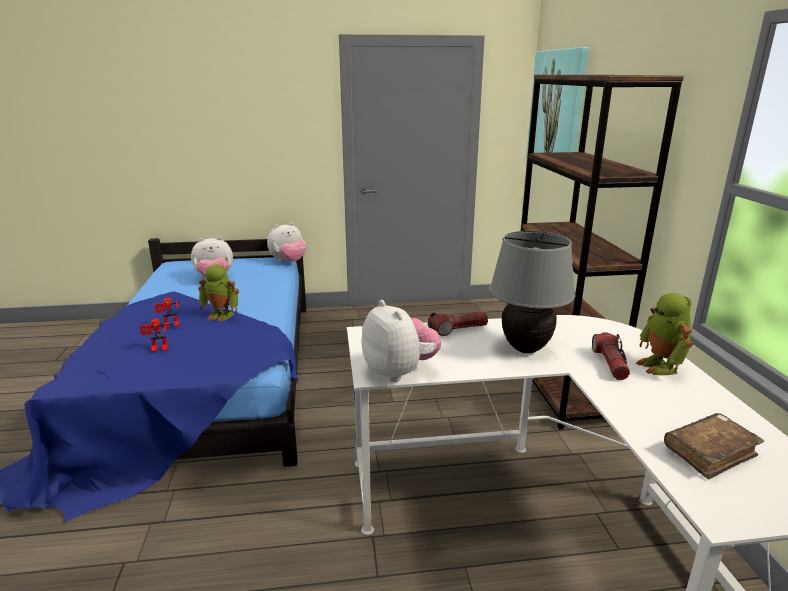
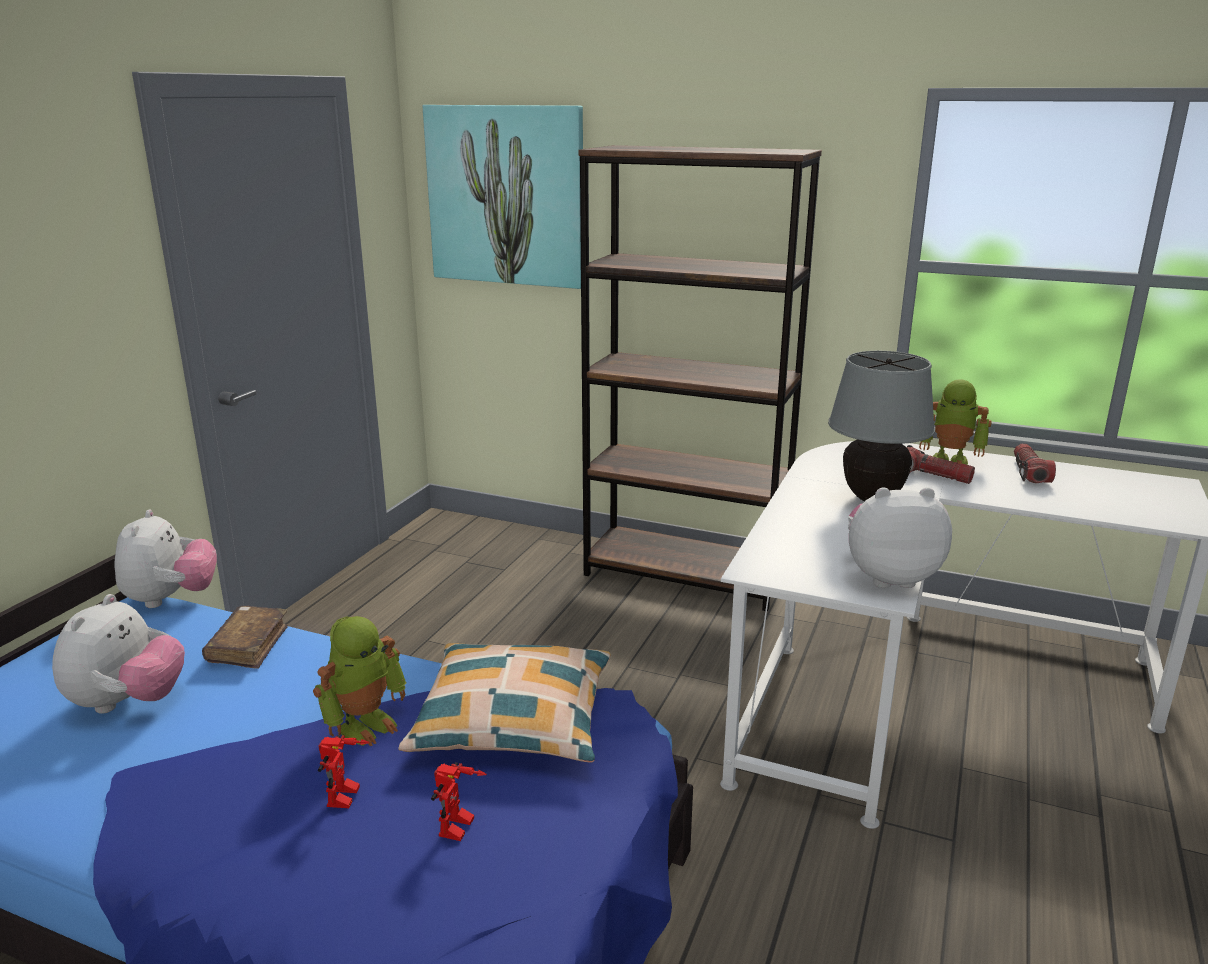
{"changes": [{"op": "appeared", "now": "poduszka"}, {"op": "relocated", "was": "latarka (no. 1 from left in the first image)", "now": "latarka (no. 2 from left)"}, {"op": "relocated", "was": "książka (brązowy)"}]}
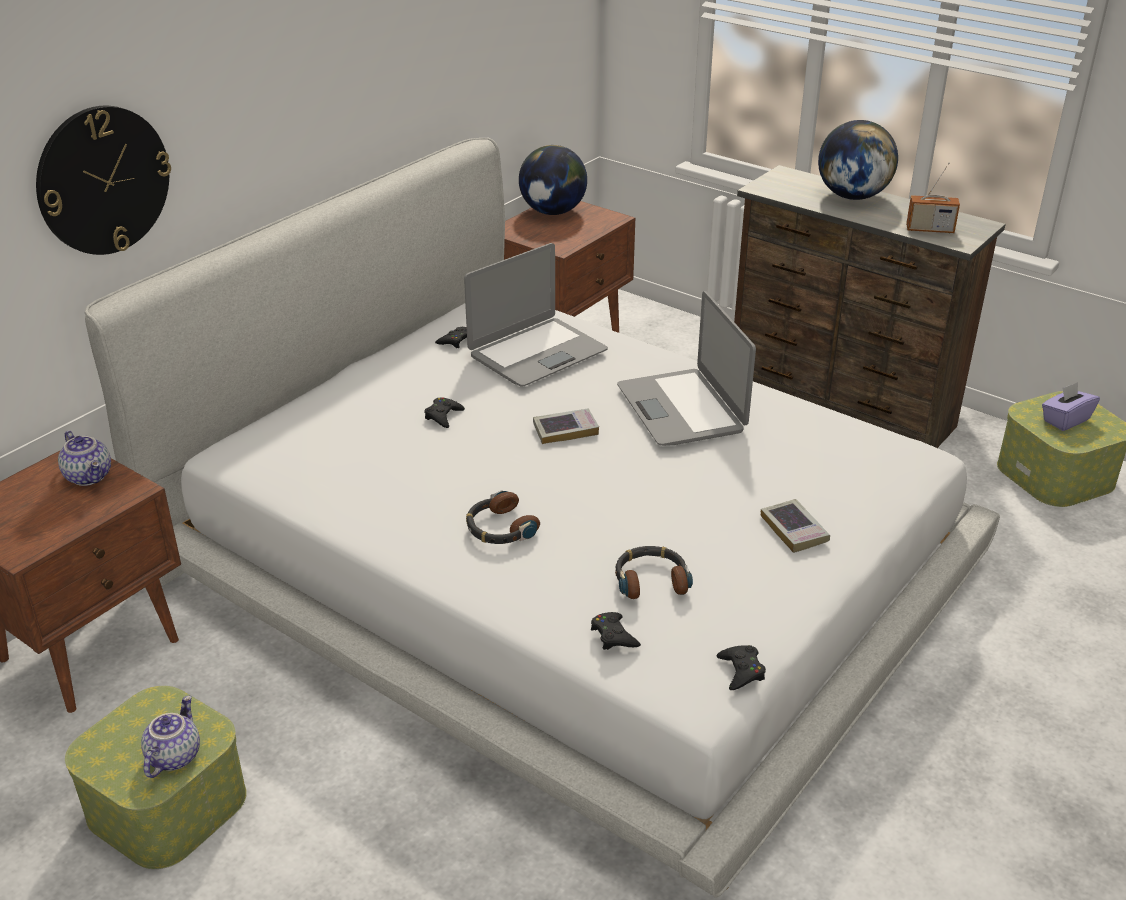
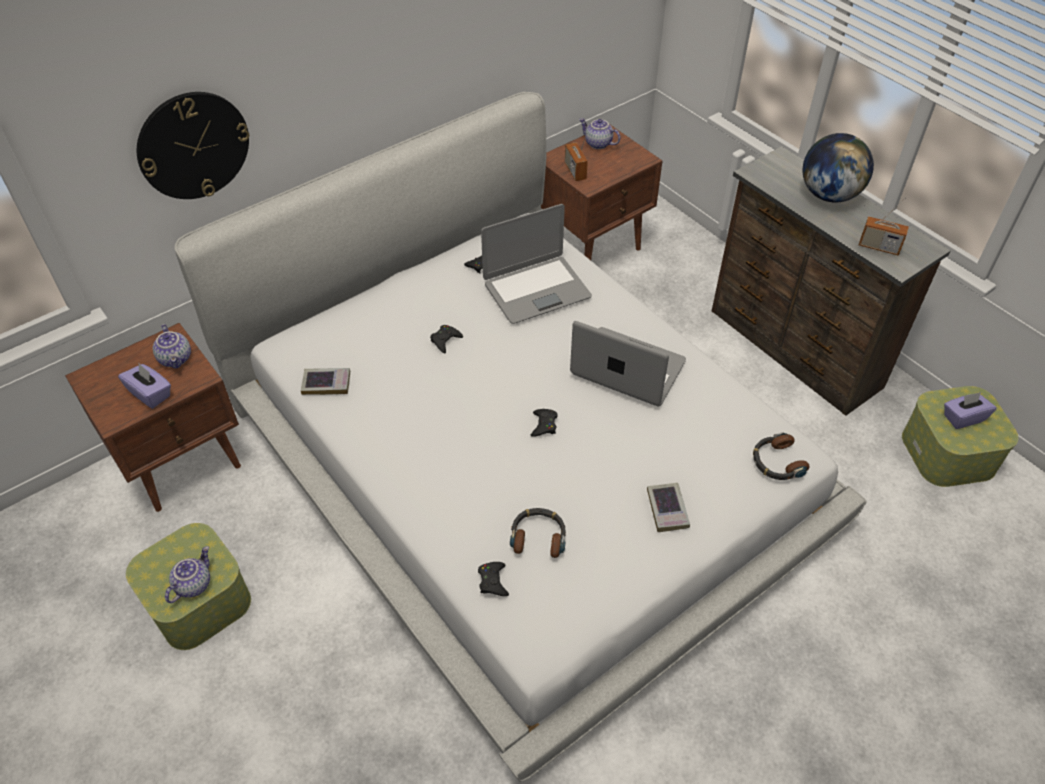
{"changes": [{"op": "appeared", "now": "pudełko chusteczek (fioletowy) (no. 1 from left)"}, {"op": "appeared", "now": "radio (no. 1 from left)"}, {"op": "relocated", "was": "słuchawki (no. 1 from left in the first image)", "now": "słuchawki (no. 2 from left)"}, {"op": "relocated", "was": "książka (no. 1 from left)"}, {"op": "relocated", "was": "pad do gier (czarny) (no. 4 from left)"}, {"op": "exchanged", "was": "globus (no. 1 from left)", "now": "imbryk (no. 3 from left)"}, {"op": "spun", "was": "laptop (no. 2 from left)", "clockwise": 120}]}
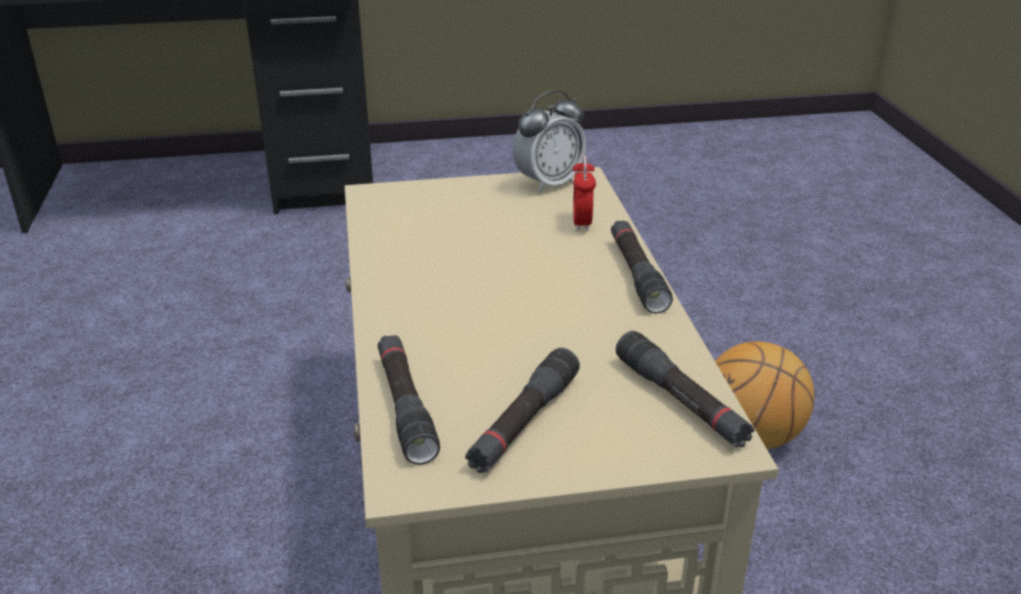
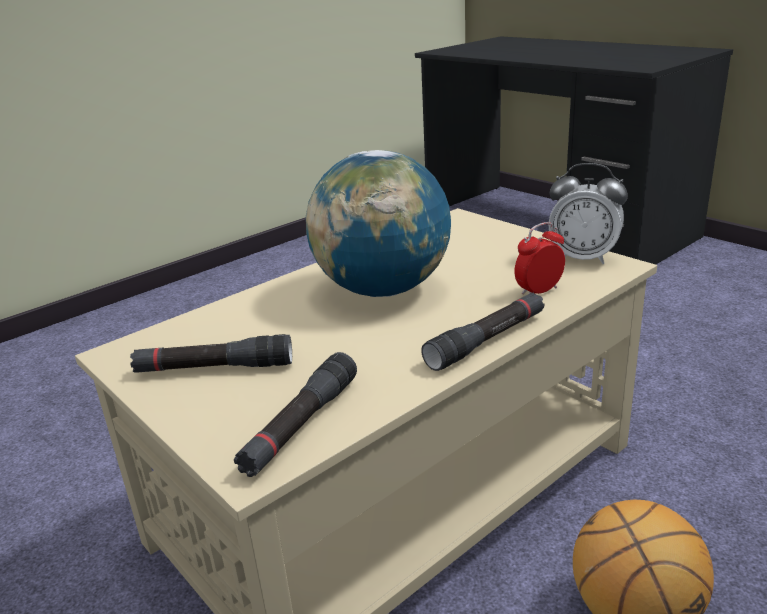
{"changes": [{"op": "missing", "was": "latarka (czarny) (no. 1 from left)"}, {"op": "appeared", "now": "globus"}]}
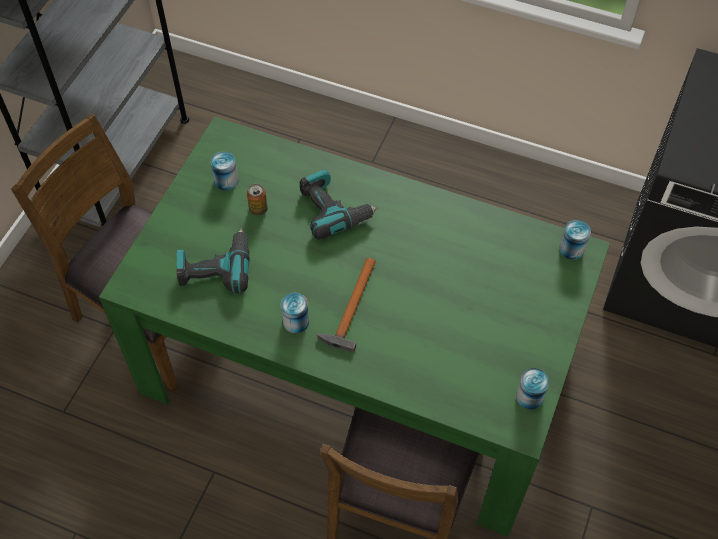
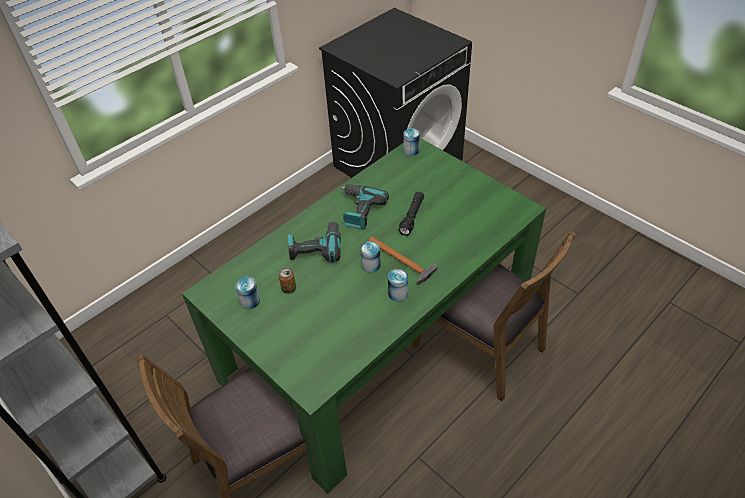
{"changes": [{"op": "appeared", "now": "latarka (czarny)"}, {"op": "relocated", "was": "wiertarka (no. 1 from left in the first image)", "now": "wiertarka (no. 2 from left)"}, {"op": "relocated", "was": "puszka (no. 4 from left in the first image)", "now": "puszka (no. 3 from left)"}]}
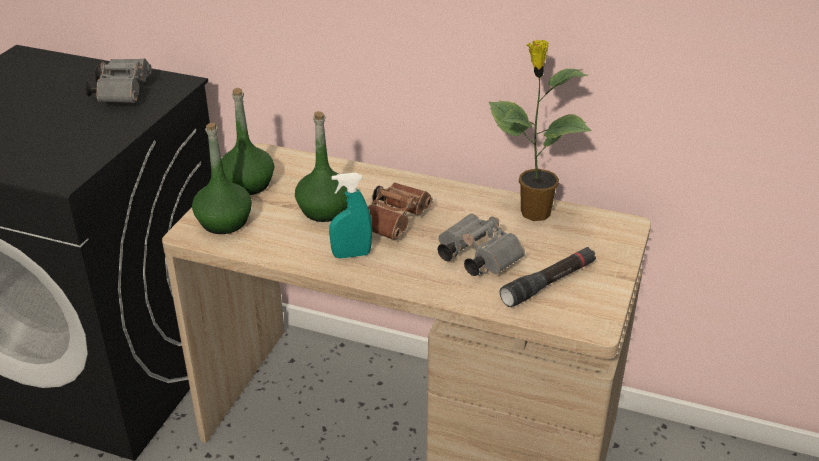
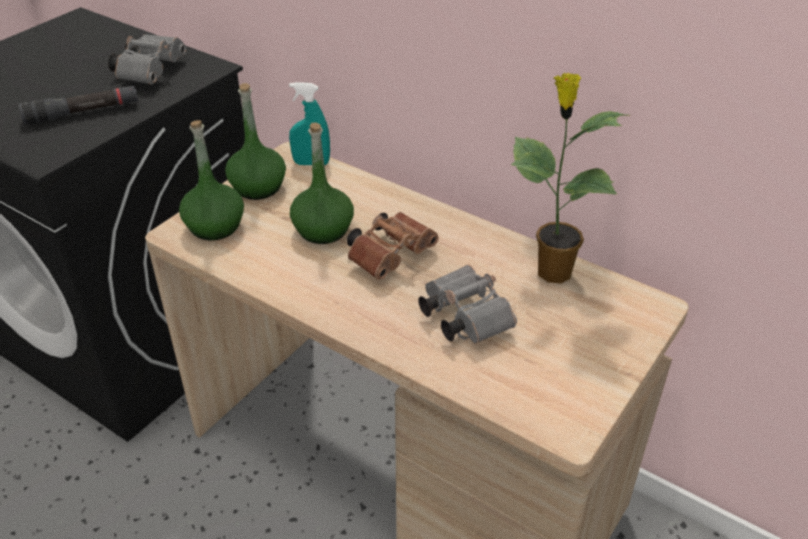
{"changes": [{"op": "relocated", "was": "spryskiwacz (turkusowy)"}, {"op": "relocated", "was": "latarka (czarny)"}]}
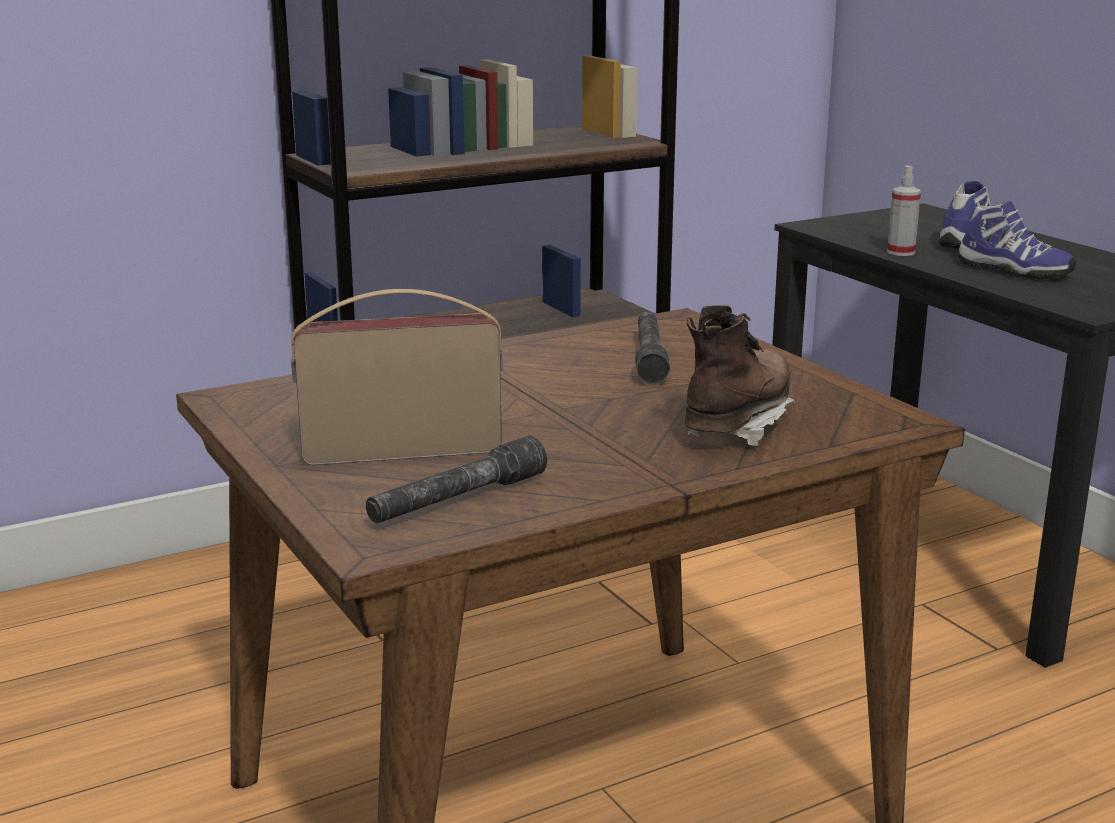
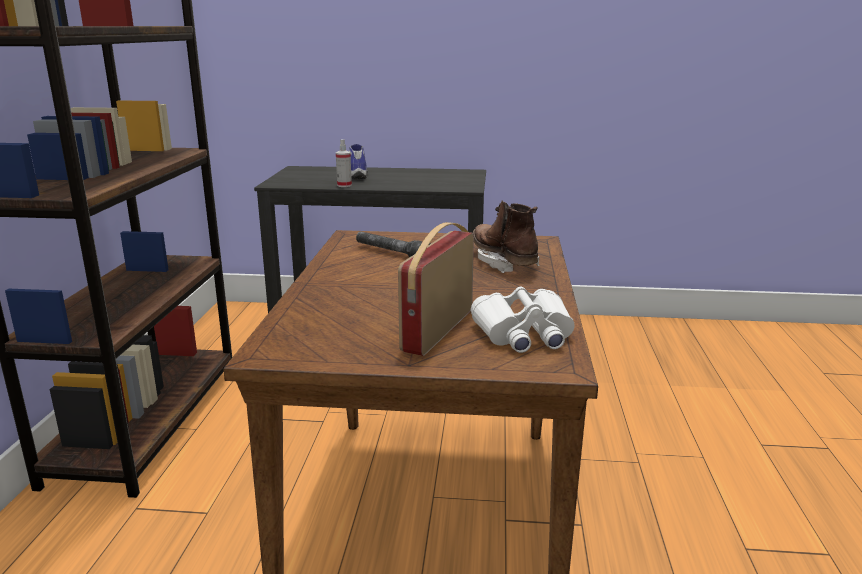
{"changes": [{"op": "missing", "was": "but (no. 2 from left)"}, {"op": "exchanged", "was": "latarka (szary) (no. 1 from left)", "now": "lornetka (biały)"}]}
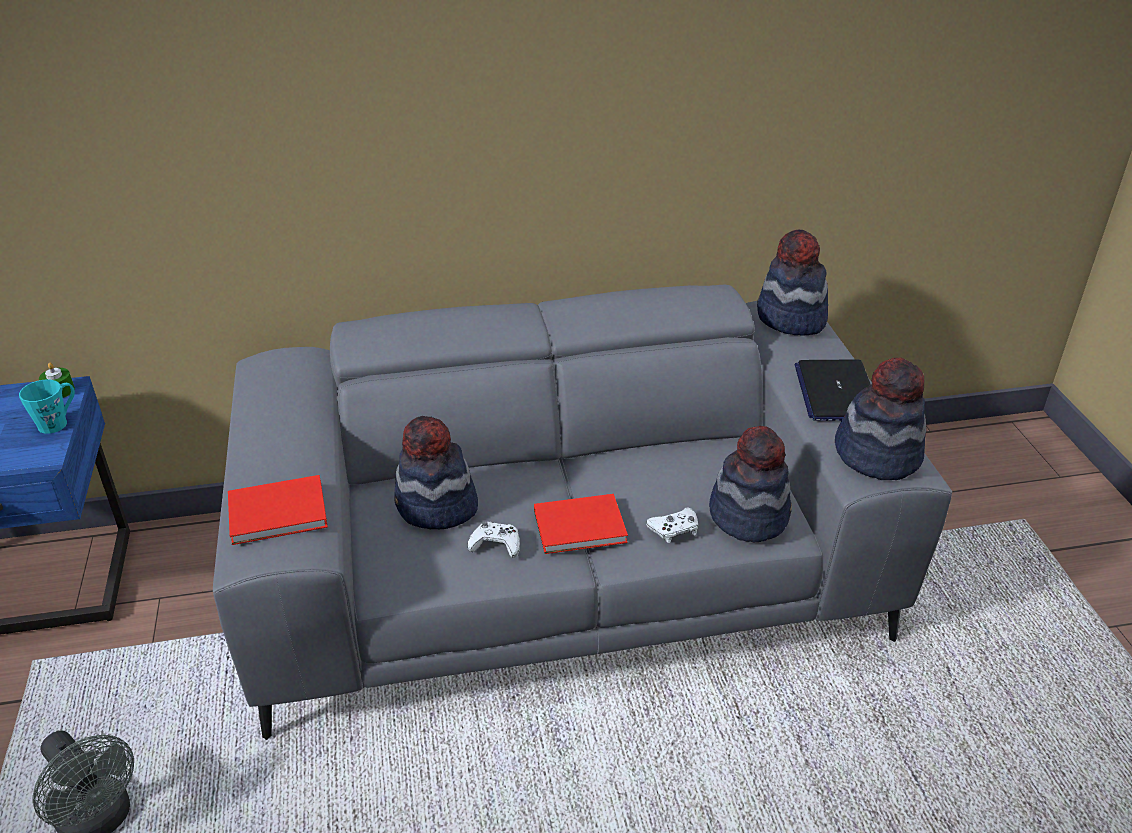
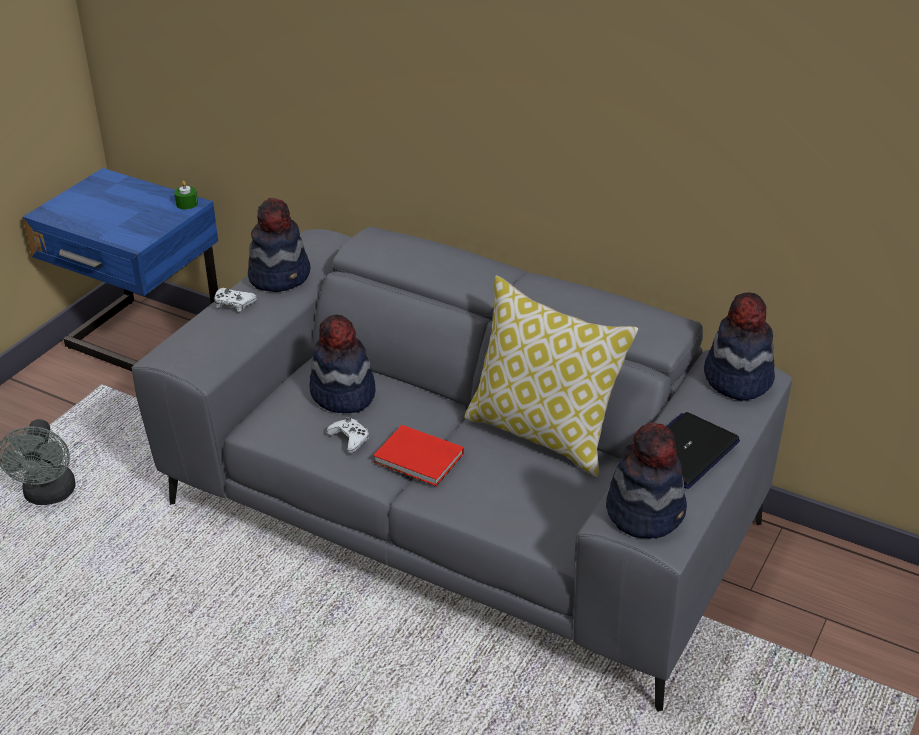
{"changes": [{"op": "missing", "was": "kubek (turkusowy)"}, {"op": "missing", "was": "książka (czerwony) (no. 1 from left)"}, {"op": "appeared", "now": "poduszka"}, {"op": "relocated", "was": "pad do gier (biały) (no. 2 from left in the first image)", "now": "pad do gier (biały) (no. 1 from left)"}, {"op": "relocated", "was": "kapelusz (no. 2 from left in the first image)", "now": "kapelusz (no. 1 from left)"}]}
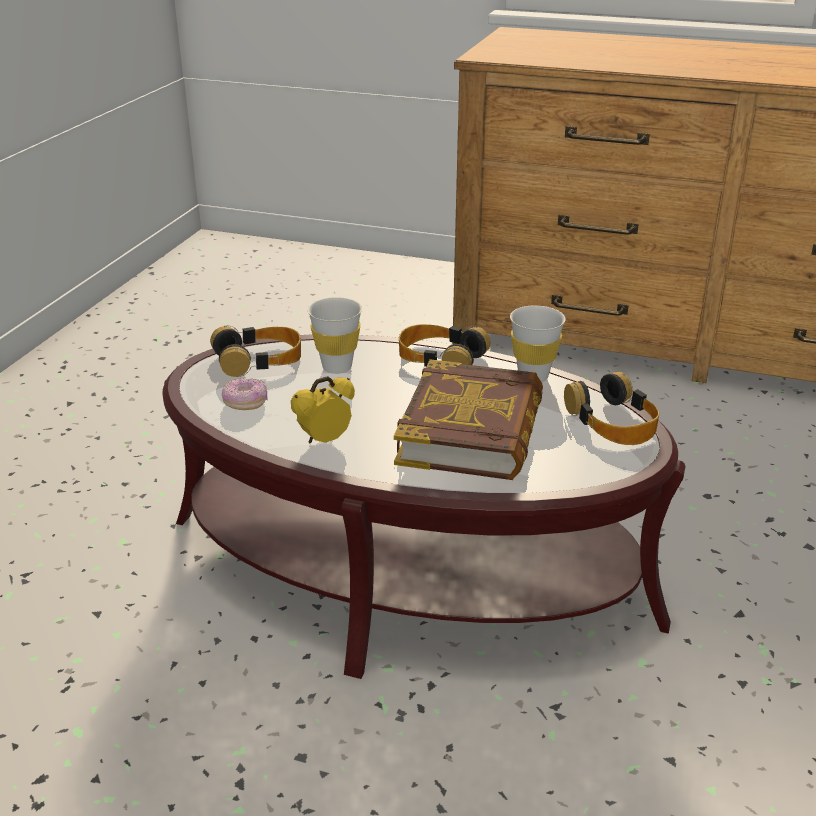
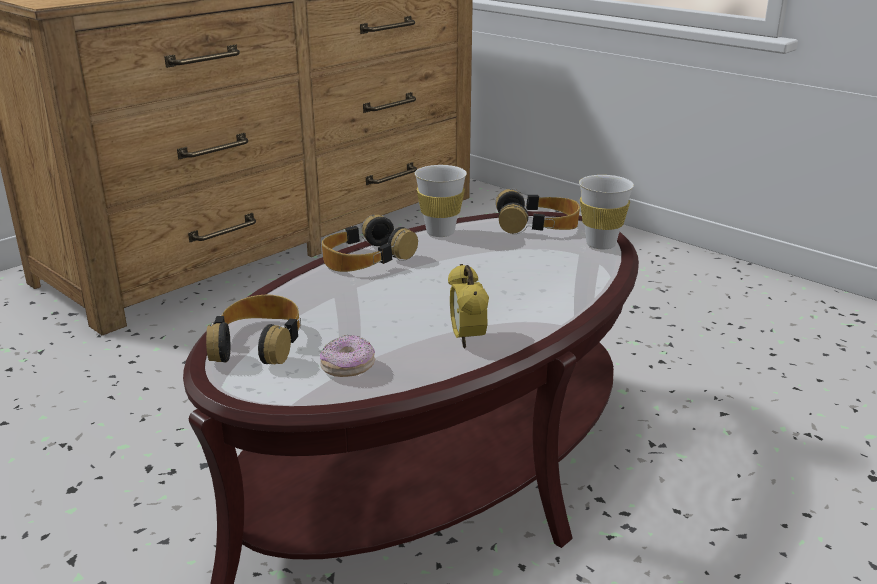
{"changes": [{"op": "missing", "was": "książka"}, {"op": "relocated", "was": "filiżanka (biały) (no. 1 from left in the first image)", "now": "filiżanka (biały) (no. 2 from left)"}]}
